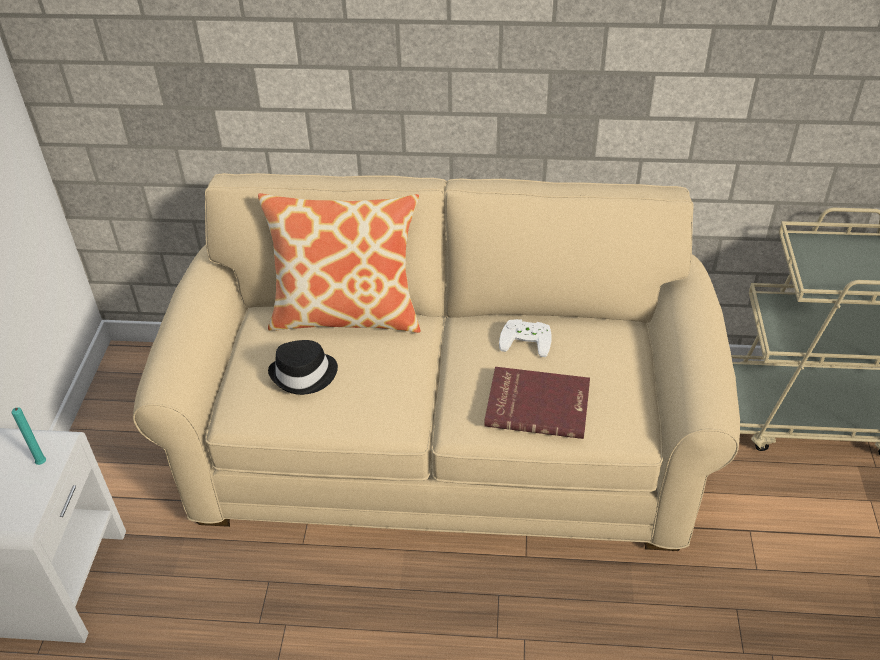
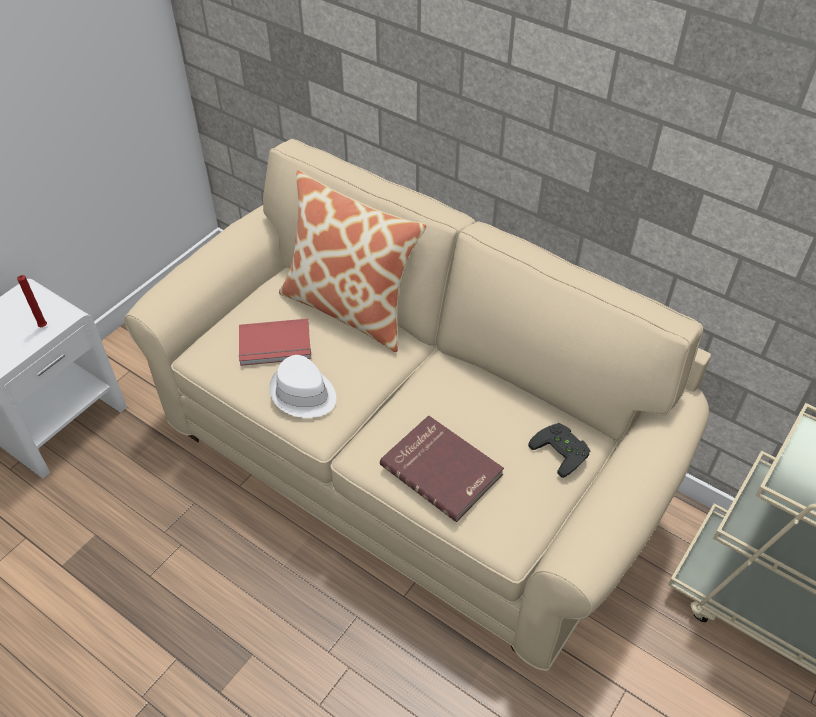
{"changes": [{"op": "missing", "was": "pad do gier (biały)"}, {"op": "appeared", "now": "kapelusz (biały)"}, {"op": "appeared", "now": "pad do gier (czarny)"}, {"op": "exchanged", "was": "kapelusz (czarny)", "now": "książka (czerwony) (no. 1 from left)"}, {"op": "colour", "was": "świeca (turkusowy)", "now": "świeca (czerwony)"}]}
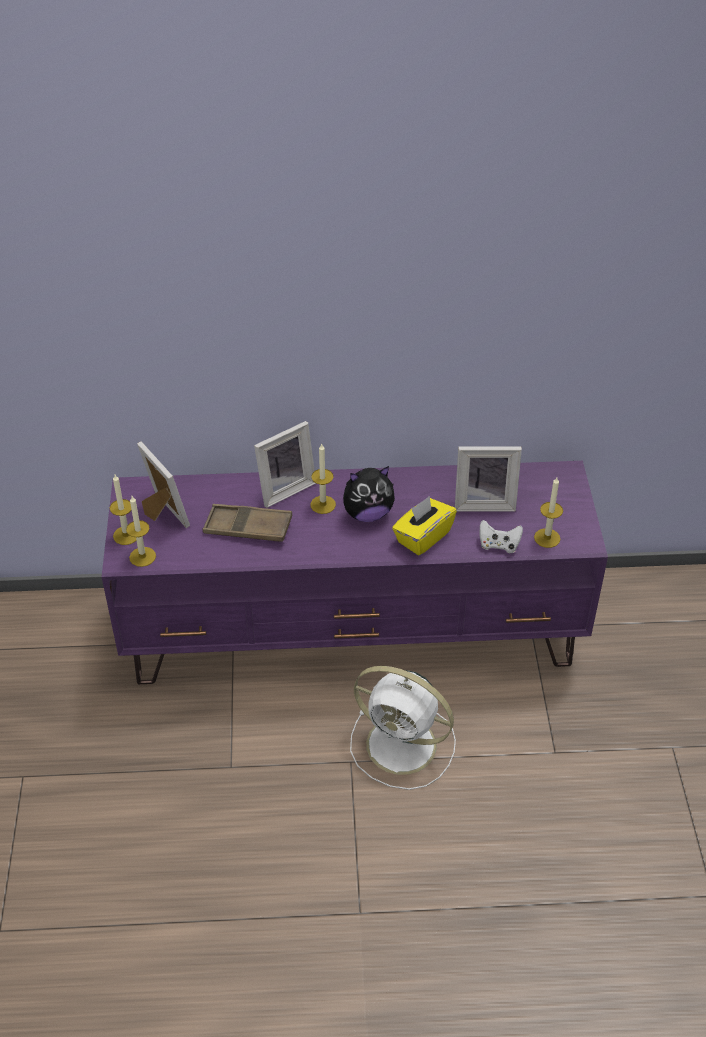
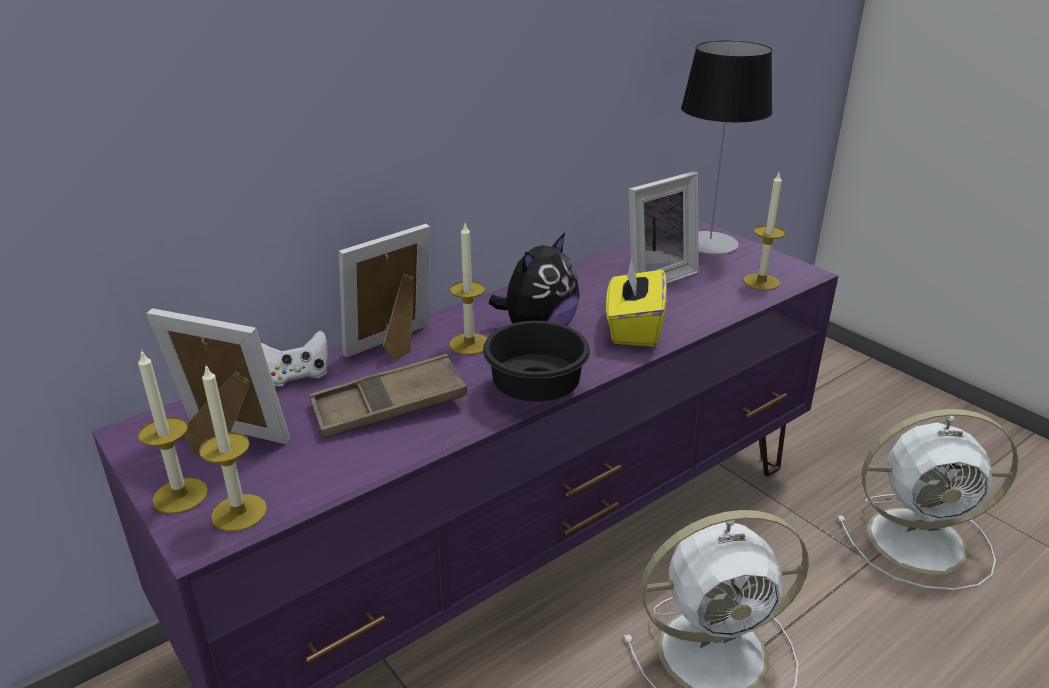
{"changes": [{"op": "appeared", "now": "miska (czarny)"}, {"op": "appeared", "now": "lampa stołowa"}, {"op": "appeared", "now": "wentylator (biały) (no. 2 from left)"}, {"op": "relocated", "was": "pad do gier (biały)"}, {"op": "spun", "was": "ramka na zdjęcie (no. 2 from left)", "clockwise": -150}]}
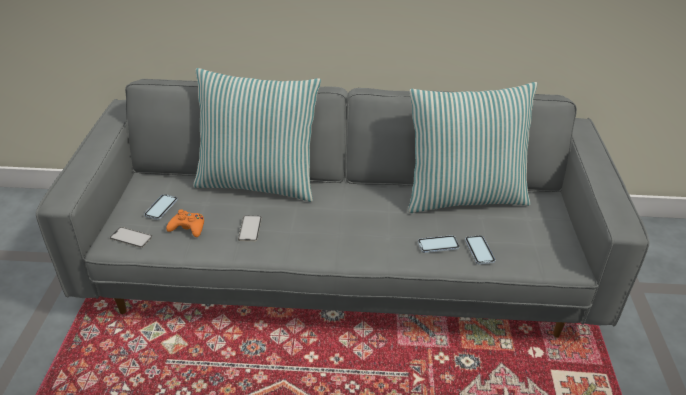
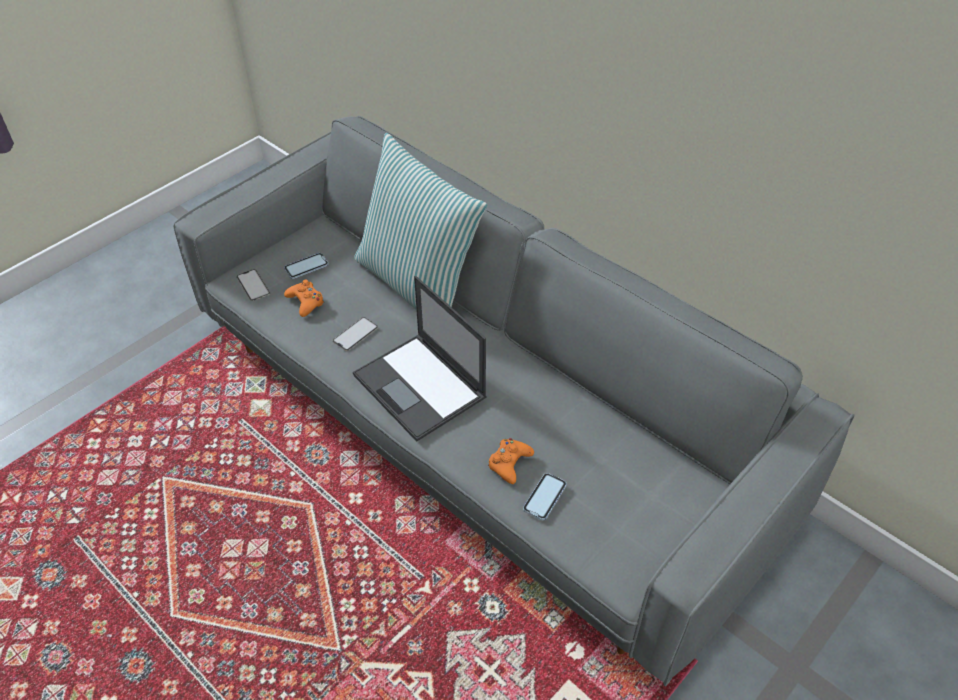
{"changes": [{"op": "missing", "was": "poduszka (no. 2 from left)"}, {"op": "appeared", "now": "laptop"}, {"op": "exchanged", "was": "telefon (no. 4 from left)", "now": "pad do gier (pomarańczowy) (no. 2 from left)"}]}
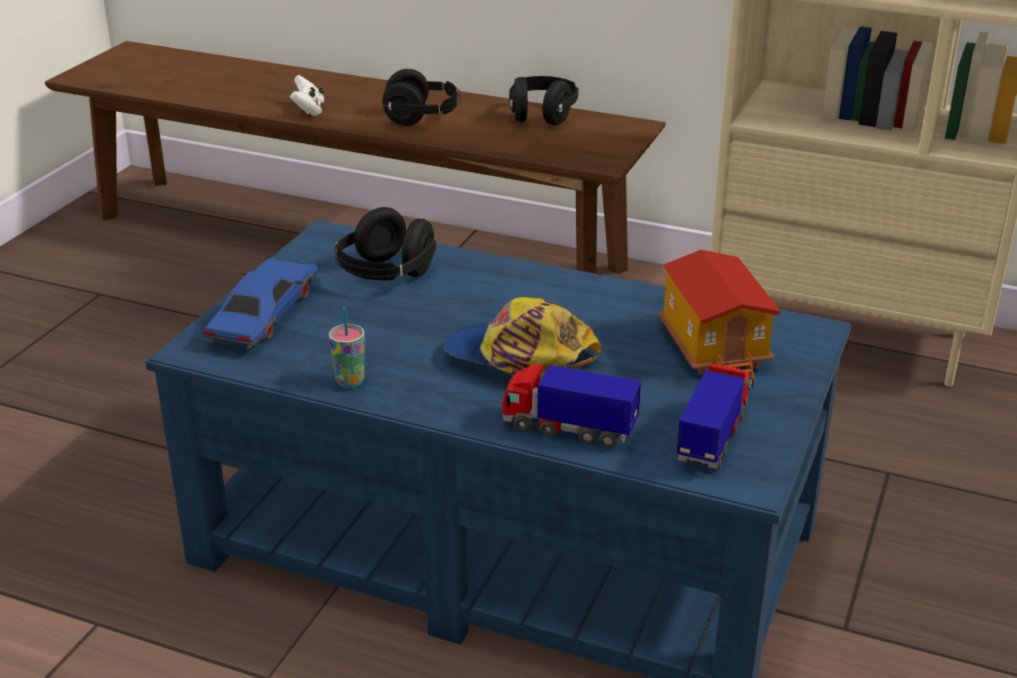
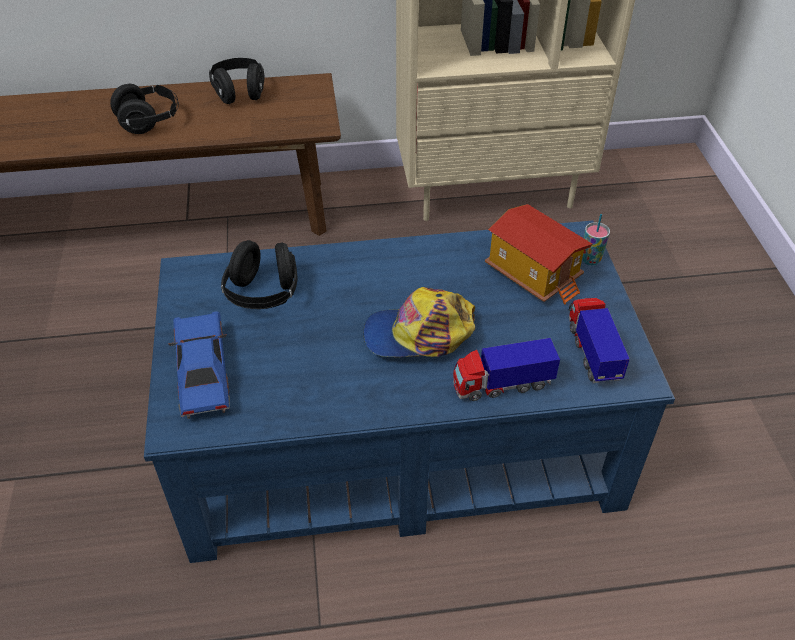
{"changes": [{"op": "missing", "was": "pad do gier (biały)"}, {"op": "relocated", "was": "filiżanka"}]}
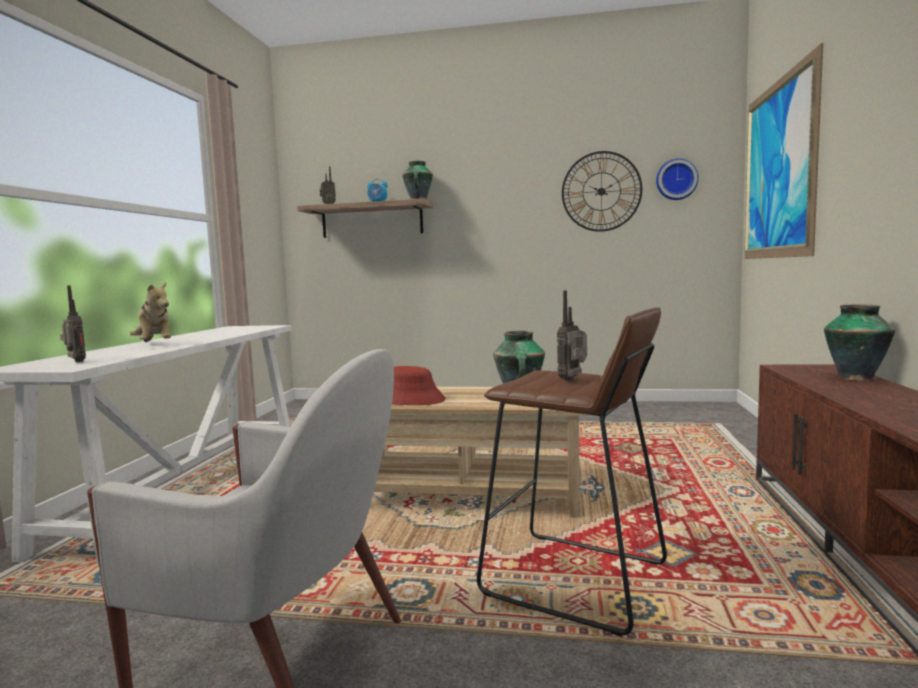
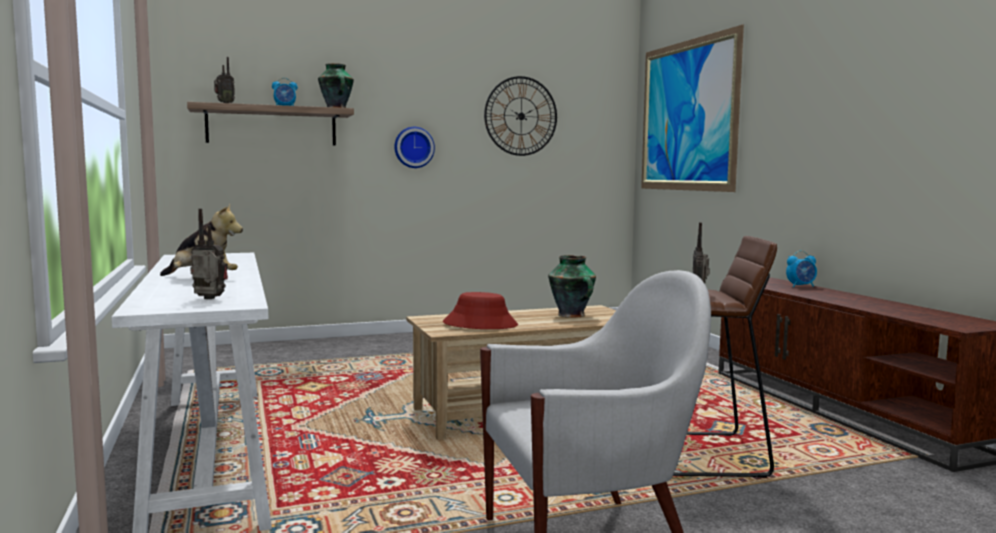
{"changes": [{"op": "relocated", "was": "zegar ścienny (no. 2 from left in the first image)", "now": "zegar ścienny (no. 1 from left)"}, {"op": "exchanged", "was": "wazon (no. 3 from left)", "now": "budzik (no. 2 from left)"}]}
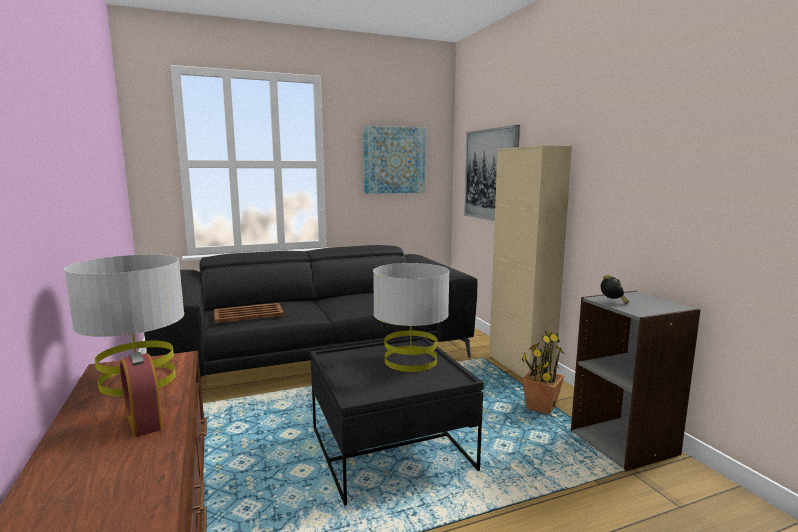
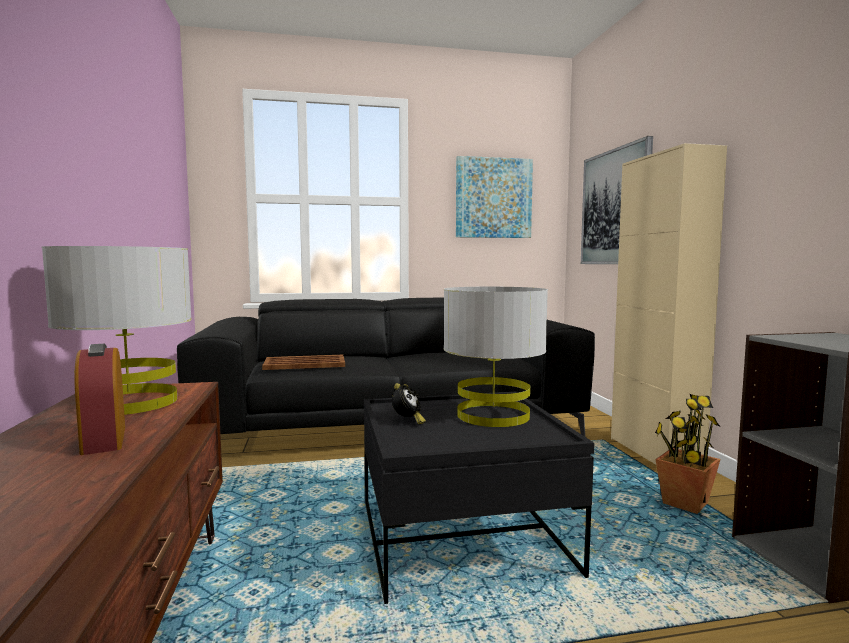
{"changes": [{"op": "relocated", "was": "budzik (no. 2 from left)"}]}
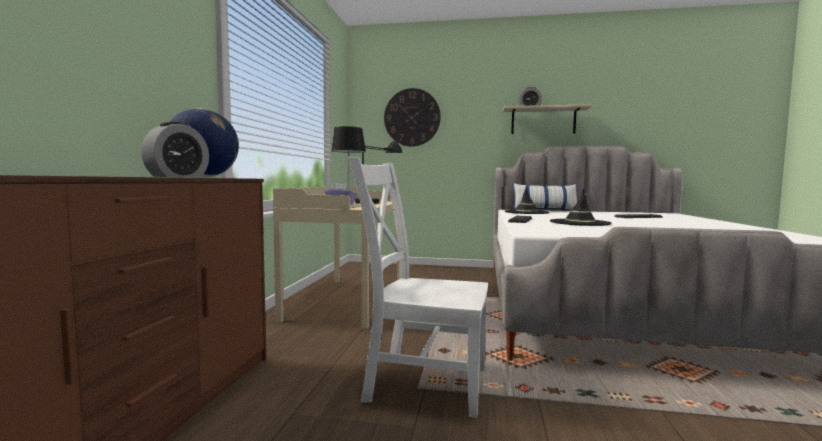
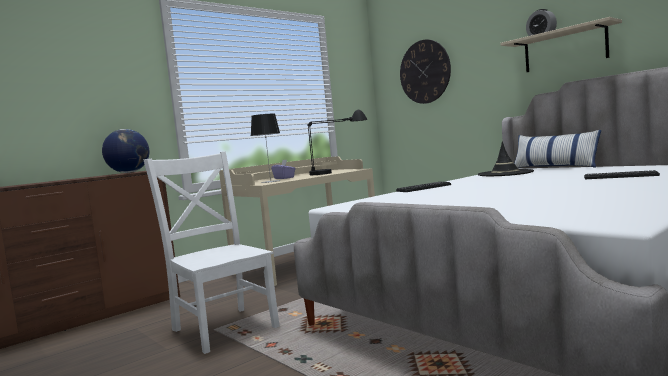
{"changes": [{"op": "missing", "was": "budzik (no. 1 from left)"}, {"op": "missing", "was": "kapelusz (czarny) (no. 2 from left)"}]}
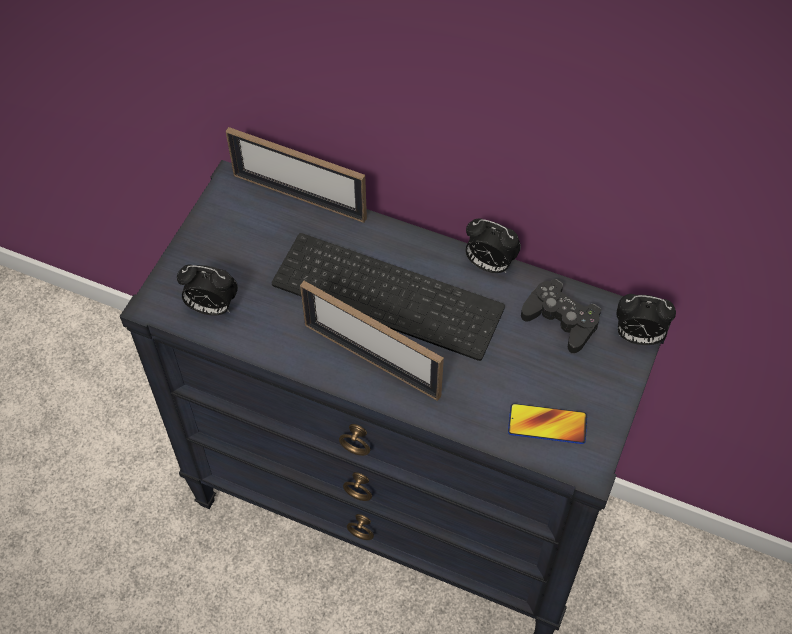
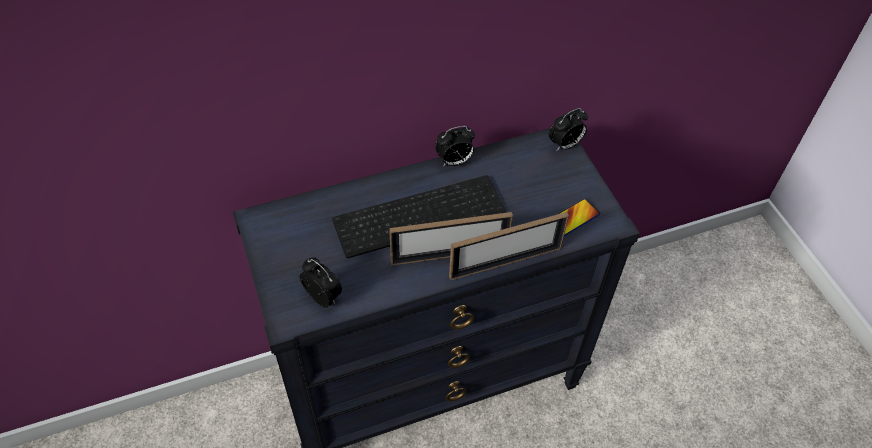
{"changes": [{"op": "missing", "was": "pad do gier (czarny)"}, {"op": "relocated", "was": "ramka na zdjęcie (no. 1 from left in the first image)", "now": "ramka na zdjęcie (no. 2 from left)"}, {"op": "spun", "was": "budzik (no. 1 from left)", "clockwise": -105}]}
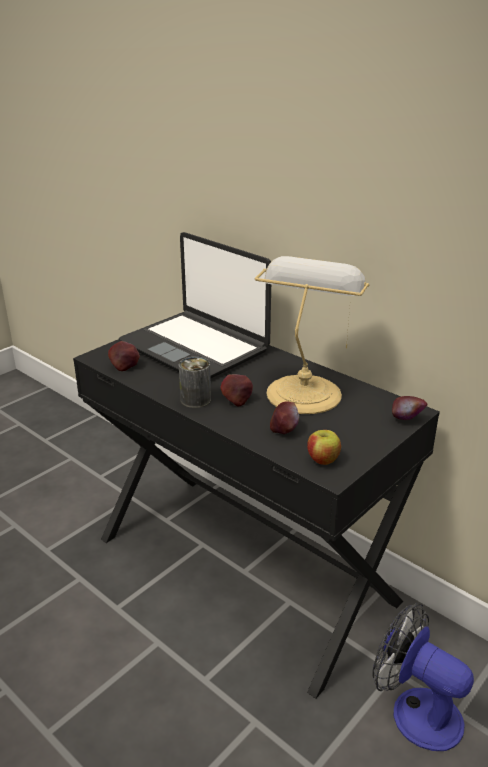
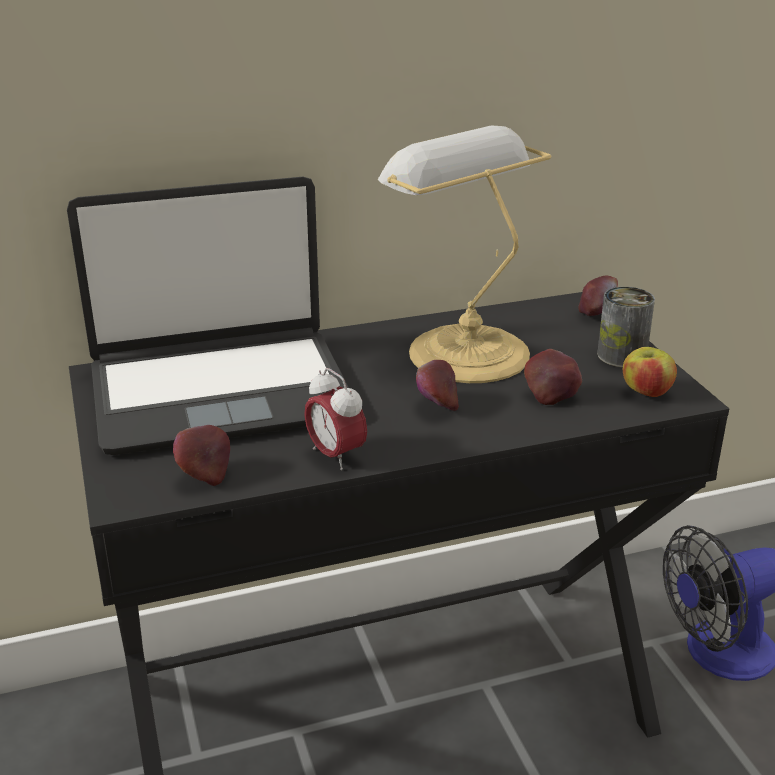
{"changes": [{"op": "appeared", "now": "budzik"}, {"op": "relocated", "was": "puszka"}]}
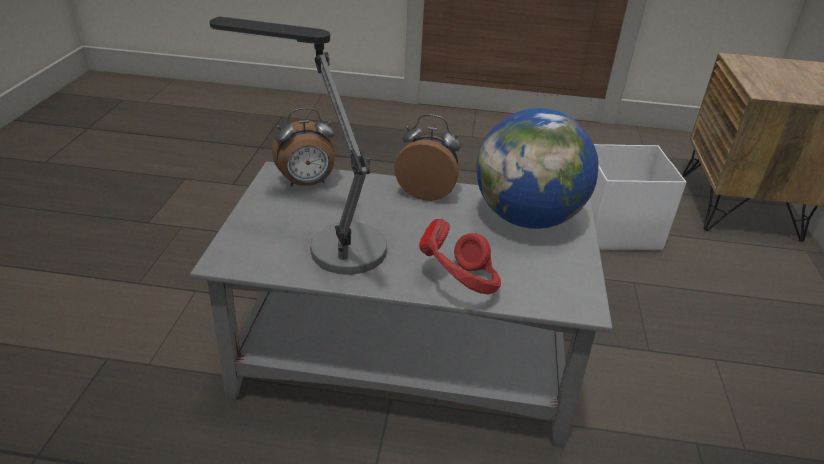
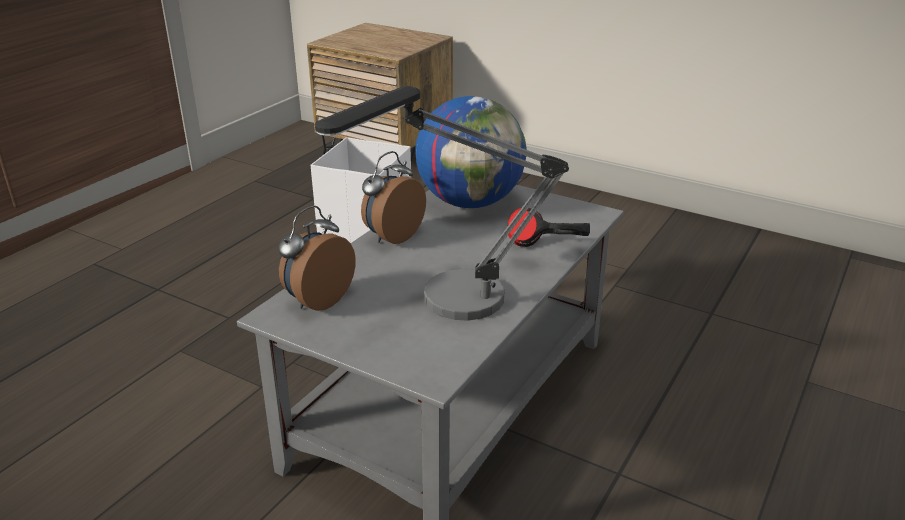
{"changes": [{"op": "colour", "was": "słuchawki (czerwony)", "now": "słuchawki (czarny)"}, {"op": "spun", "was": "budzik (no. 1 from left)", "clockwise": -150}]}
